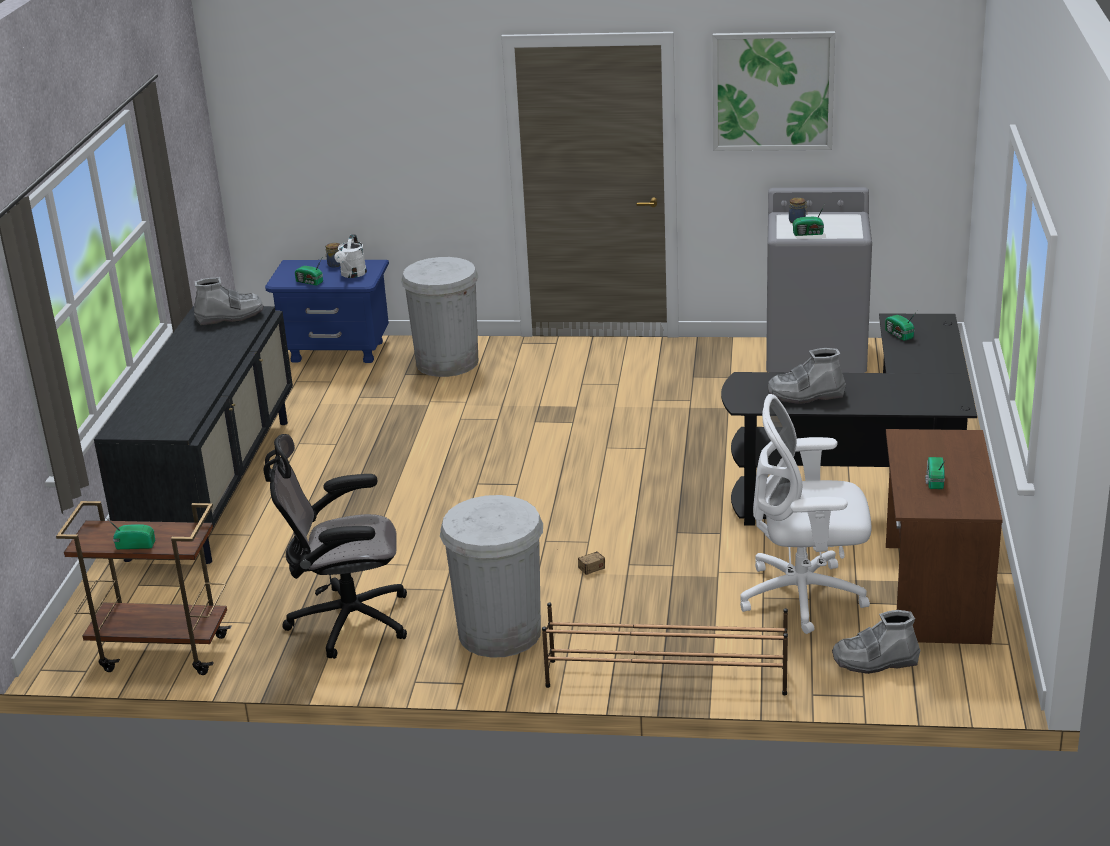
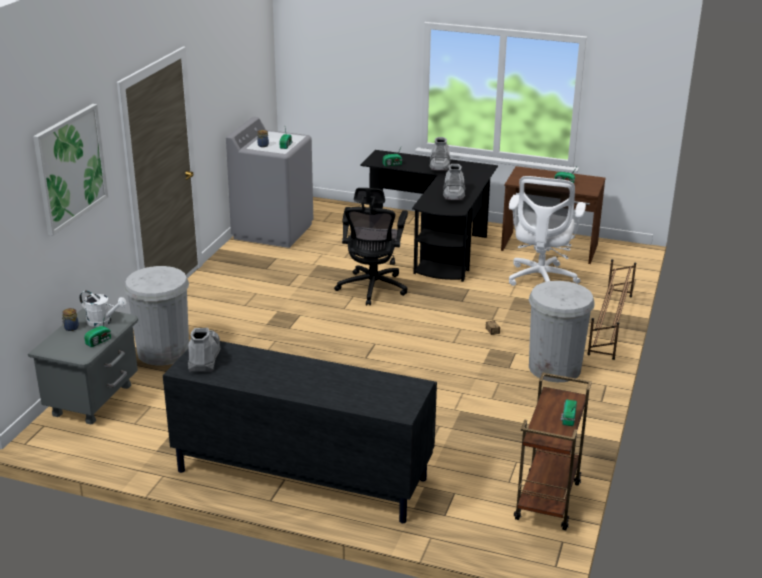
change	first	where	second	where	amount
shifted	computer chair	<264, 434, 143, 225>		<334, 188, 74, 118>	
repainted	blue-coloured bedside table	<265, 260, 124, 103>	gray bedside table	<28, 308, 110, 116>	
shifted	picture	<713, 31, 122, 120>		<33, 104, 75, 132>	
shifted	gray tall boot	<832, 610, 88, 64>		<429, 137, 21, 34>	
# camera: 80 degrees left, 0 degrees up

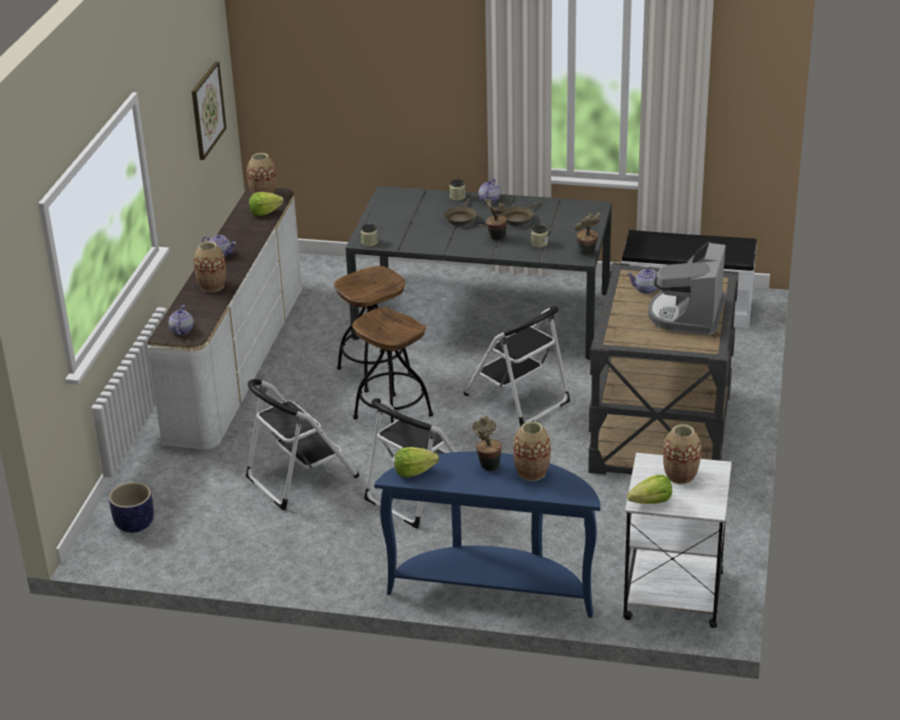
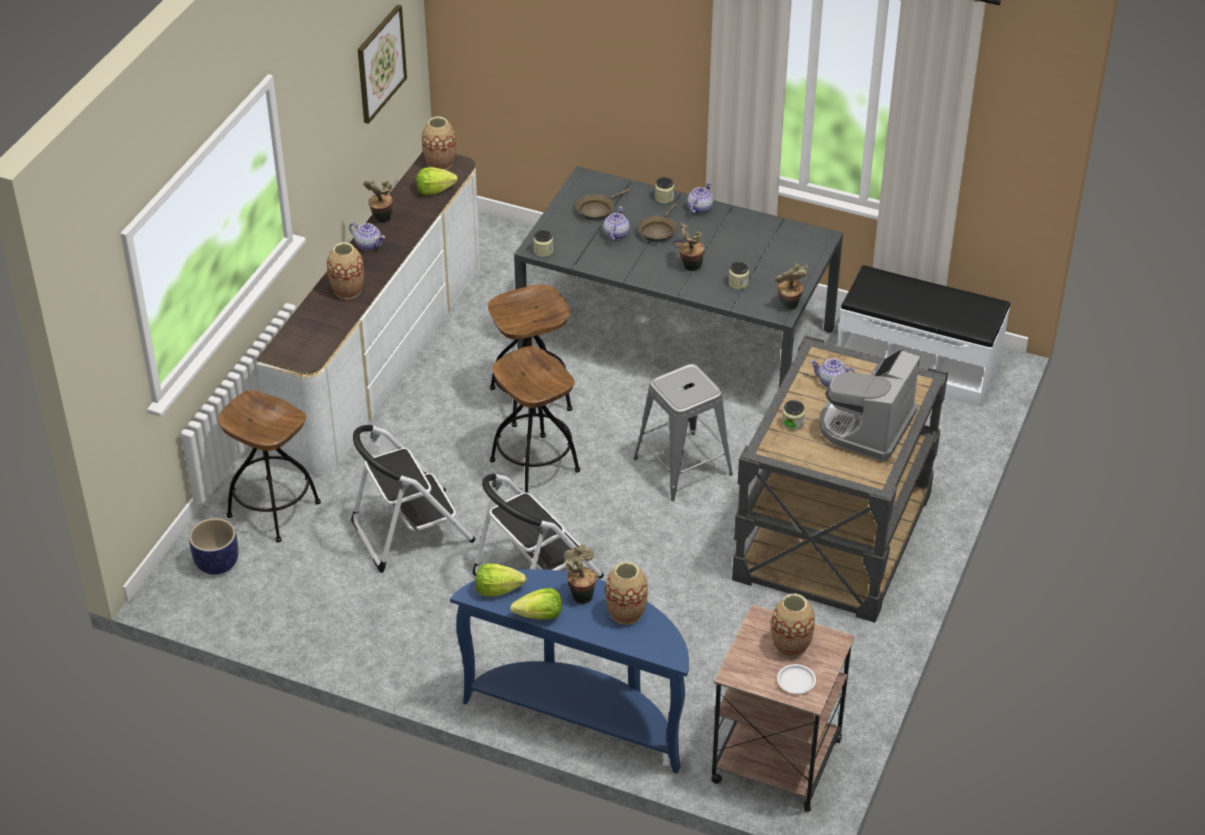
change	first	where	second	where	amount
shifted	pot for tea	<169, 305, 25, 30>		<603, 206, 27, 35>	
swapped	stepladder	<464, 306, 106, 121>	gray stool	<634, 364, 99, 137>	
shifted	brown-coloured frying pan	<501, 201, 39, 25>		<576, 188, 54, 33>	
repainted	white-coloured wheeled cart	<623, 453, 109, 175>	brown-coloured wheeled cart	<710, 605, 145, 207>	
shifted	lettuce head	<627, 475, 45, 29>		<510, 588, 52, 31>	
new			brown-coloured stool	<217, 390, 104, 152>	
new			plant in a pot	<363, 180, 30, 43>	
new			white-coloured plate	<777, 664, 39, 30>	
new			storage jar	<782, 400, 23, 30>	
# camera: 10 degrees right, 10 degrees up

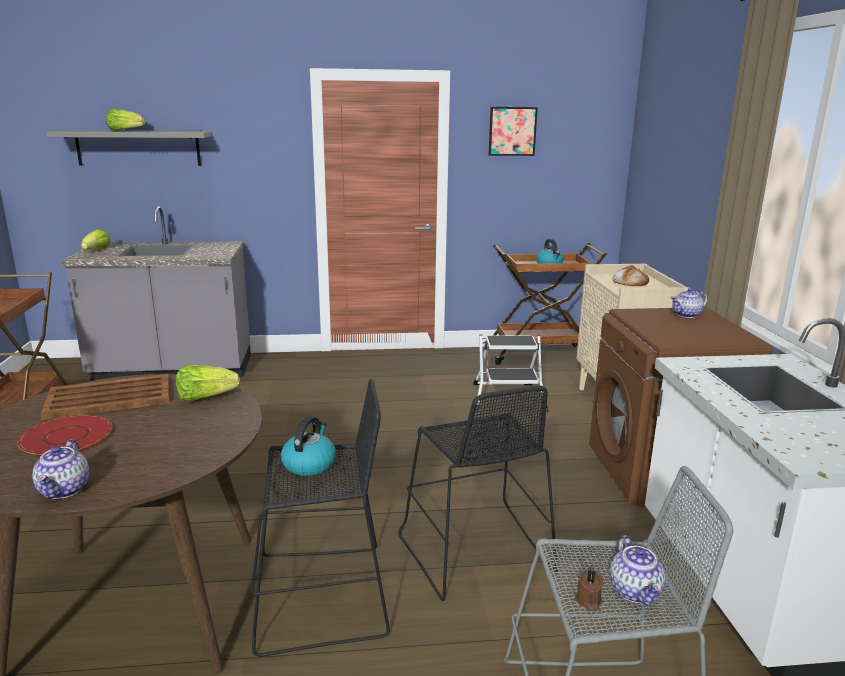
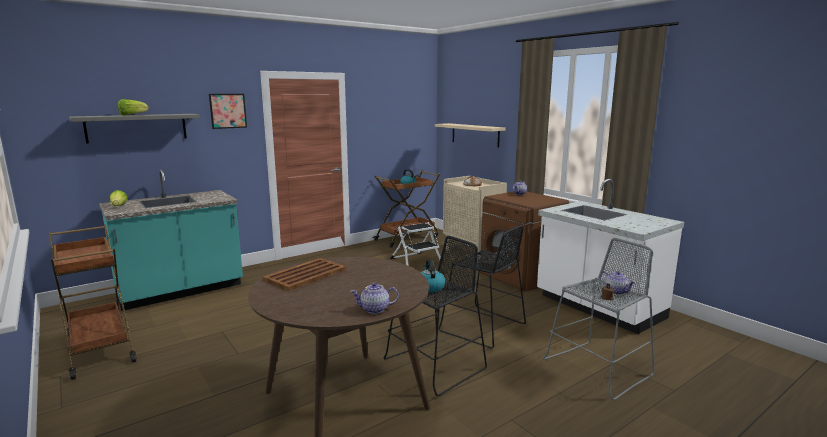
change	first	where	second	where	amount
gone	red-coloured plate	<17, 415, 95, 41>			
rotated	pot for tea	<32, 440, 57, 59>		<350, 283, 49, 31>	120 degrees clockwise
repainted	gray kitchen base unit	<61, 206, 190, 175>	turquoise-coloured kitchen base unit	<99, 169, 144, 142>	
gone	lettuce head	<176, 365, 64, 37>			
shifted	picture	<489, 107, 49, 49>		<209, 94, 38, 35>	
new			beige-coloured bracket shelf	<435, 123, 70, 25>	
# camera: 30 degrees left, 5 degrees down

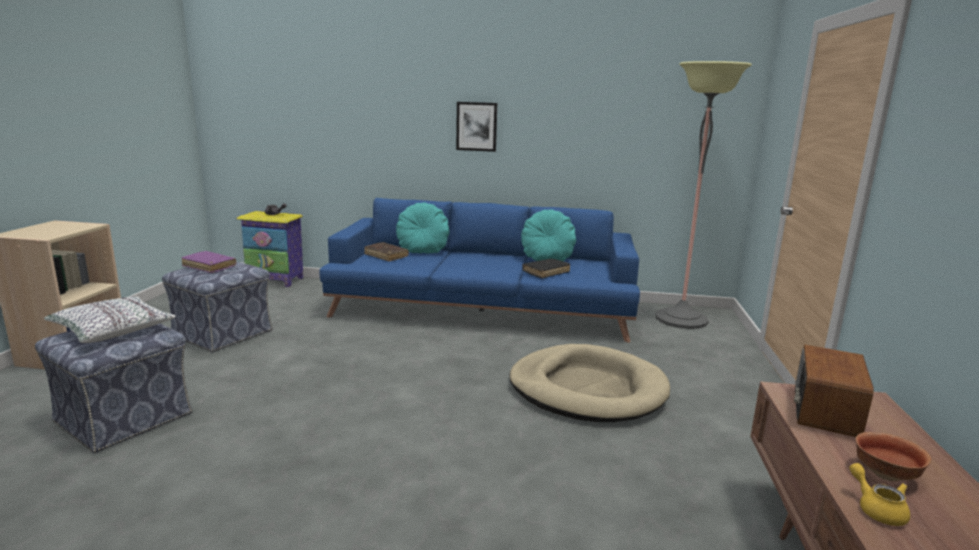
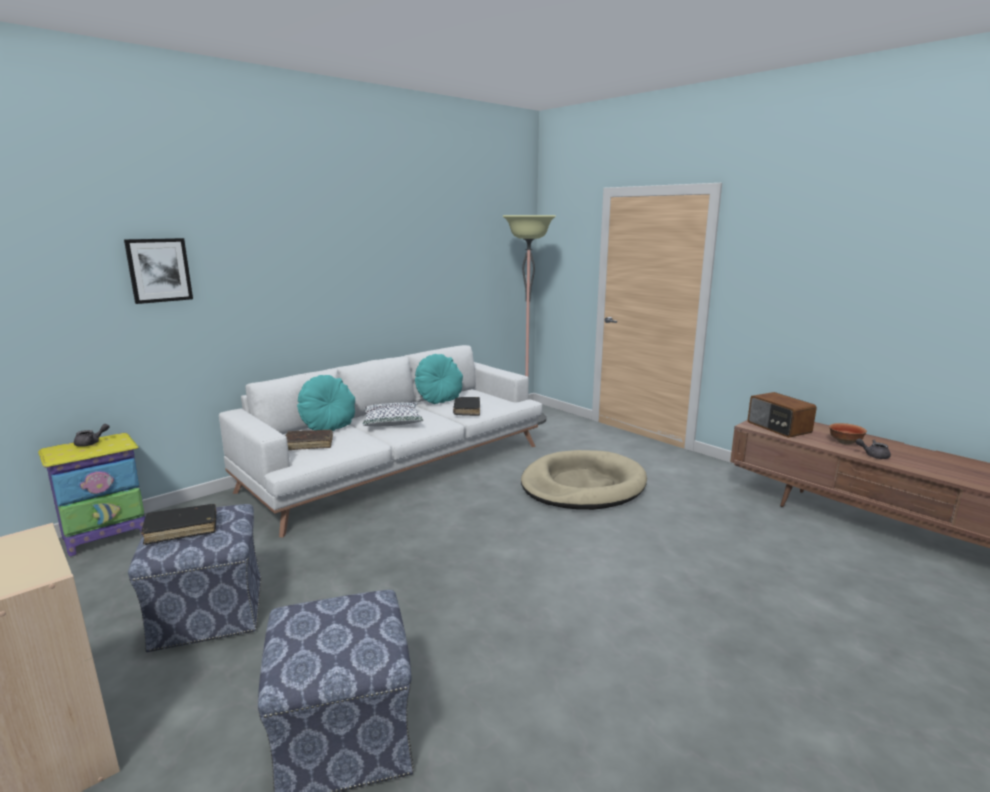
change	first	where	second	where	amount
shifted	white-coloured pillow	<44, 296, 131, 47>		<363, 402, 60, 24>	
repainted	purple-coloured bound book	<182, 251, 54, 22>	black bound book	<141, 504, 76, 41>	
repainted	blue-coloured settee	<319, 198, 321, 145>	white-coloured settee	<219, 345, 323, 192>	
shifted	picture	<456, 102, 41, 50>		<124, 238, 69, 66>	
repainted	yellow pot for tea	<849, 463, 61, 63>	gray pot for tea	<856, 438, 35, 21>	
# camera: 50 degrees left, 0 degrees up

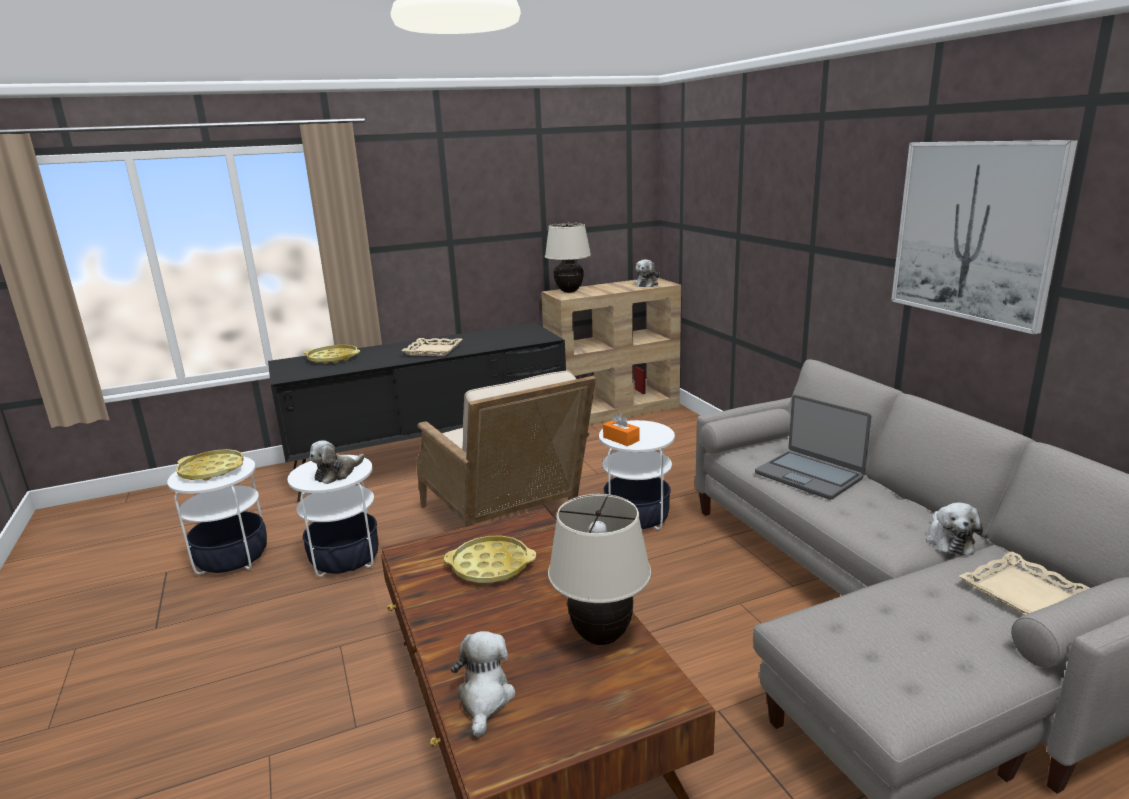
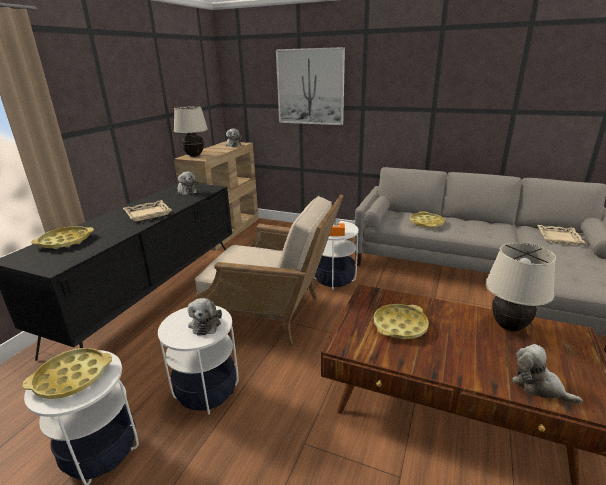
change	first	where	second	where	amount
swapped	notebook computer	<755, 395, 116, 105>	yellow carrying tray	<410, 211, 35, 17>	
shifted	picture	<891, 140, 187, 195>		<276, 47, 69, 78>	
shifted	soft toy	<926, 502, 57, 53>		<177, 172, 21, 23>	
# camera: 45 degrees left, 5 degrees up

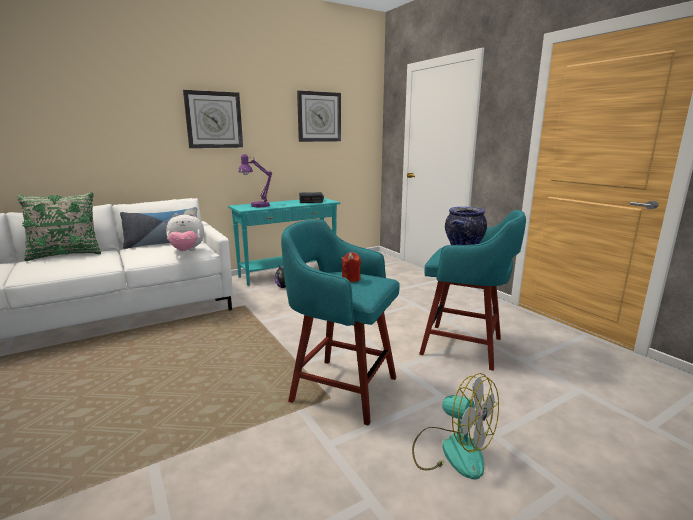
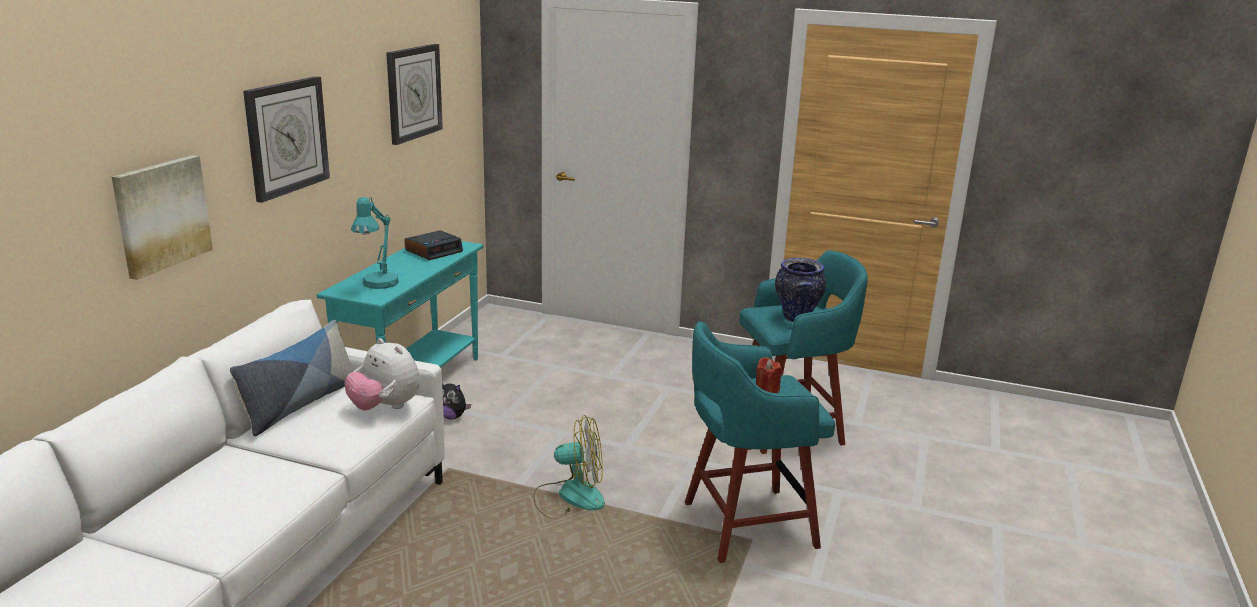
change	first	where	second	where	amount
gone	greenish pillow	<17, 192, 84, 69>			
rotated	soft toy	<166, 213, 38, 38>		<345, 338, 75, 72>	90 degrees clockwise
repainted	purple-coloured table lamp	<238, 154, 35, 53>	turquoise-coloured table lamp	<351, 197, 48, 92>	
shifted	fan	<412, 373, 87, 106>		<534, 415, 71, 104>	
new			picture	<112, 155, 101, 125>	
# camera: 40 degrees left, 5 degrees up

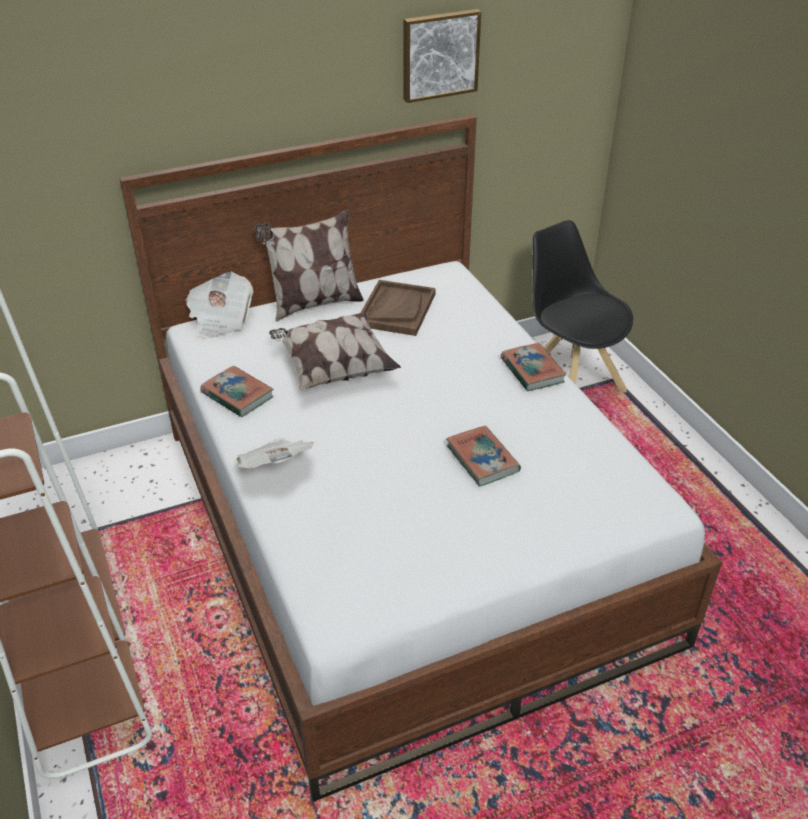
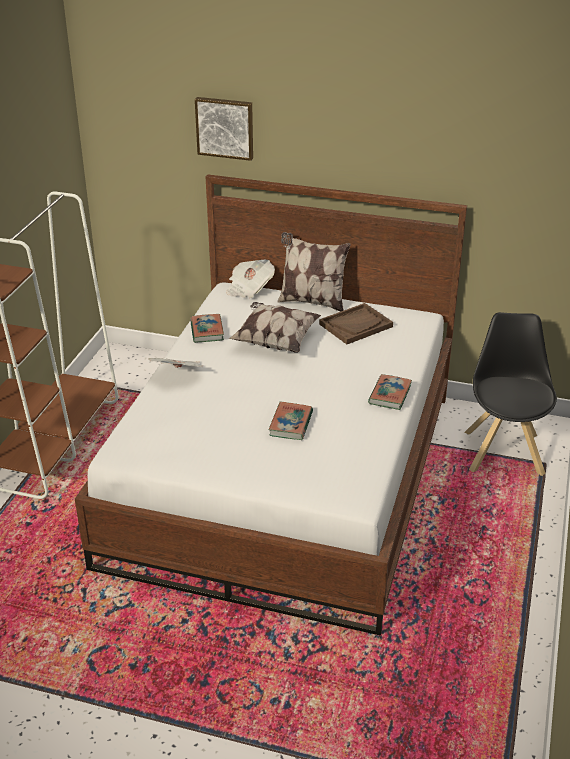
change	first	where	second	where	amount
shifted	picture	<403, 9, 78, 94>		<195, 97, 58, 64>	
# camera: 40 degrees right, 5 degrees down

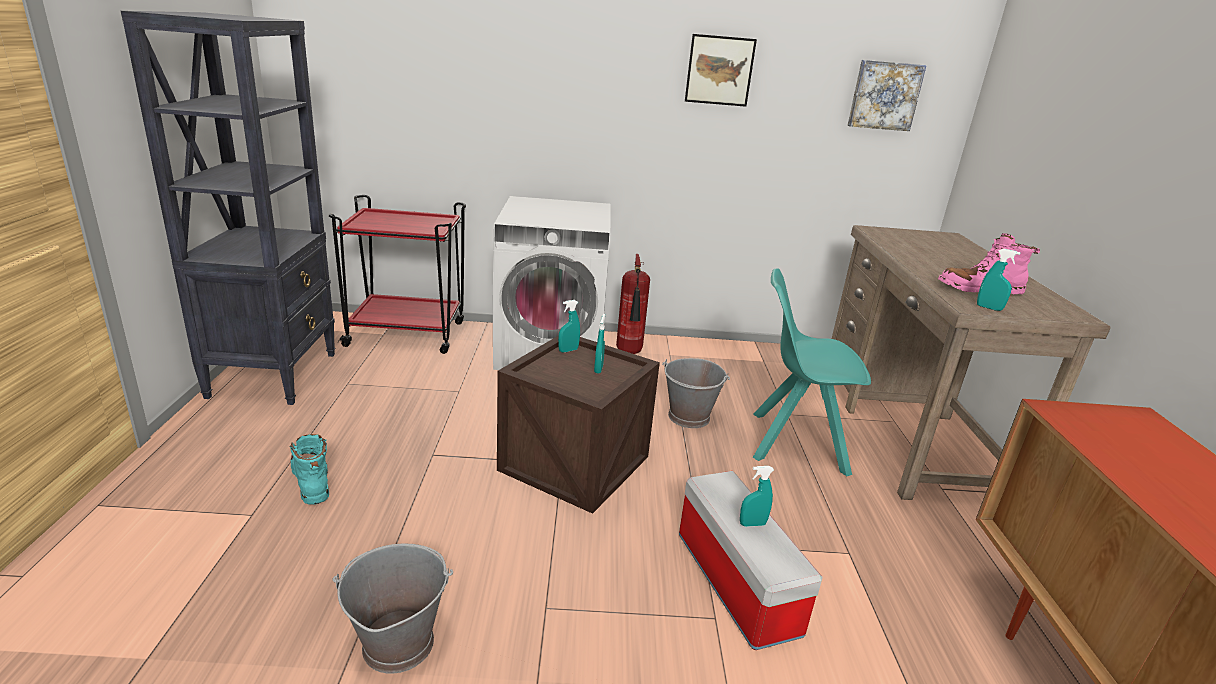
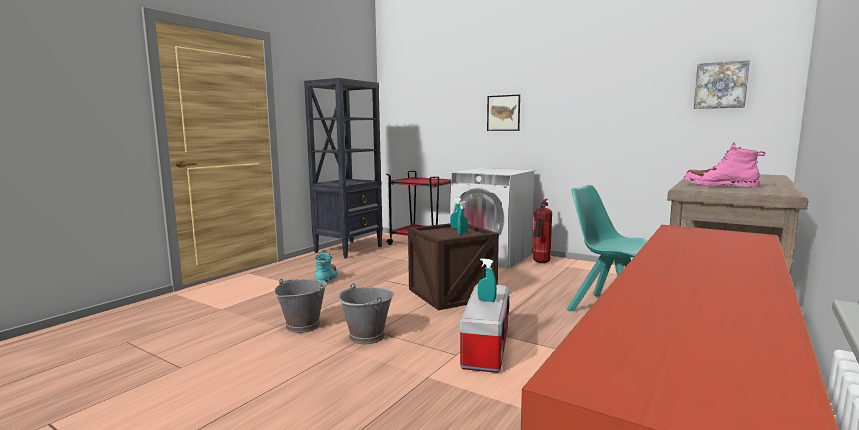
change	first	where	second	where	amount
shifted	gray pail	<662, 358, 68, 70>		<338, 283, 56, 61>	
shifted	picture	<685, 34, 72, 73>		<487, 94, 33, 37>	
gone	turquoise-coloured sprayer	<977, 249, 44, 62>			
# camera: 35 degrees right, 15 degrees down

